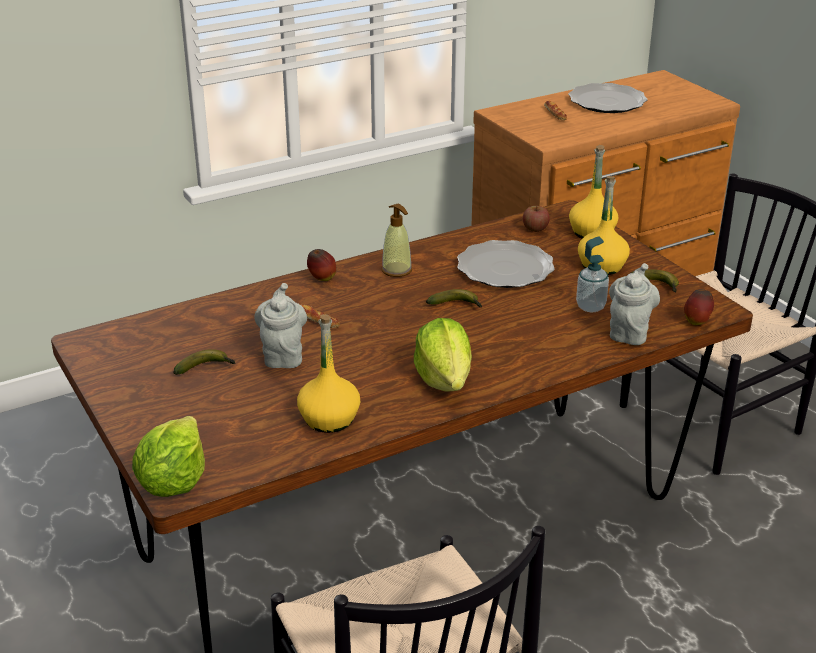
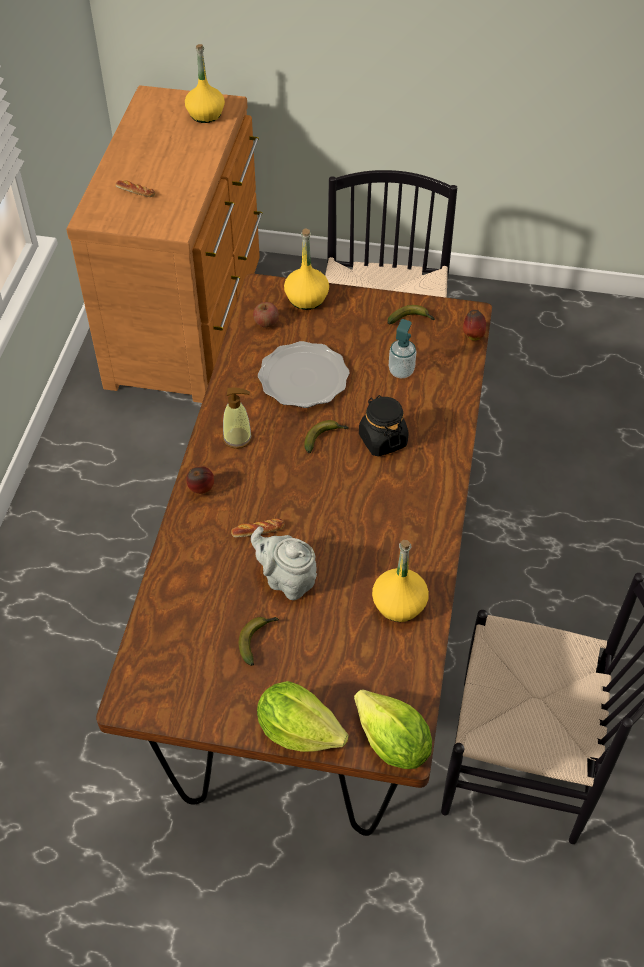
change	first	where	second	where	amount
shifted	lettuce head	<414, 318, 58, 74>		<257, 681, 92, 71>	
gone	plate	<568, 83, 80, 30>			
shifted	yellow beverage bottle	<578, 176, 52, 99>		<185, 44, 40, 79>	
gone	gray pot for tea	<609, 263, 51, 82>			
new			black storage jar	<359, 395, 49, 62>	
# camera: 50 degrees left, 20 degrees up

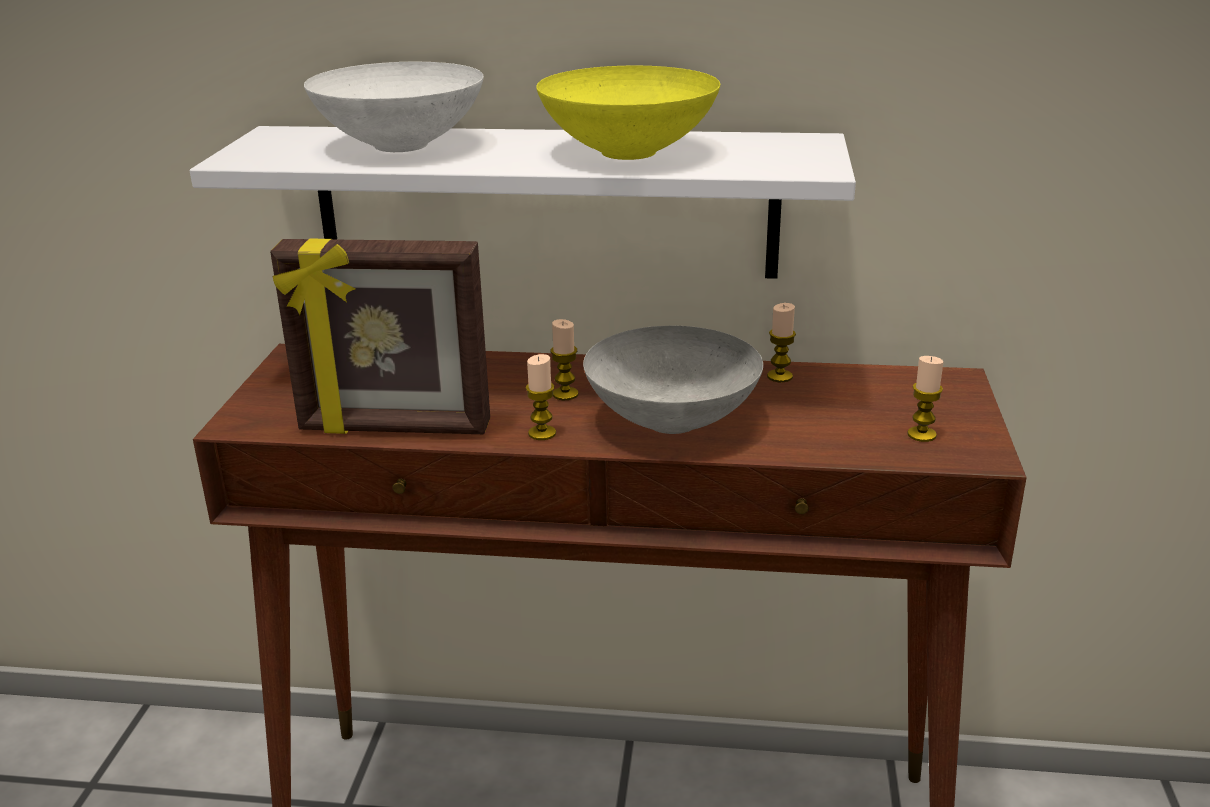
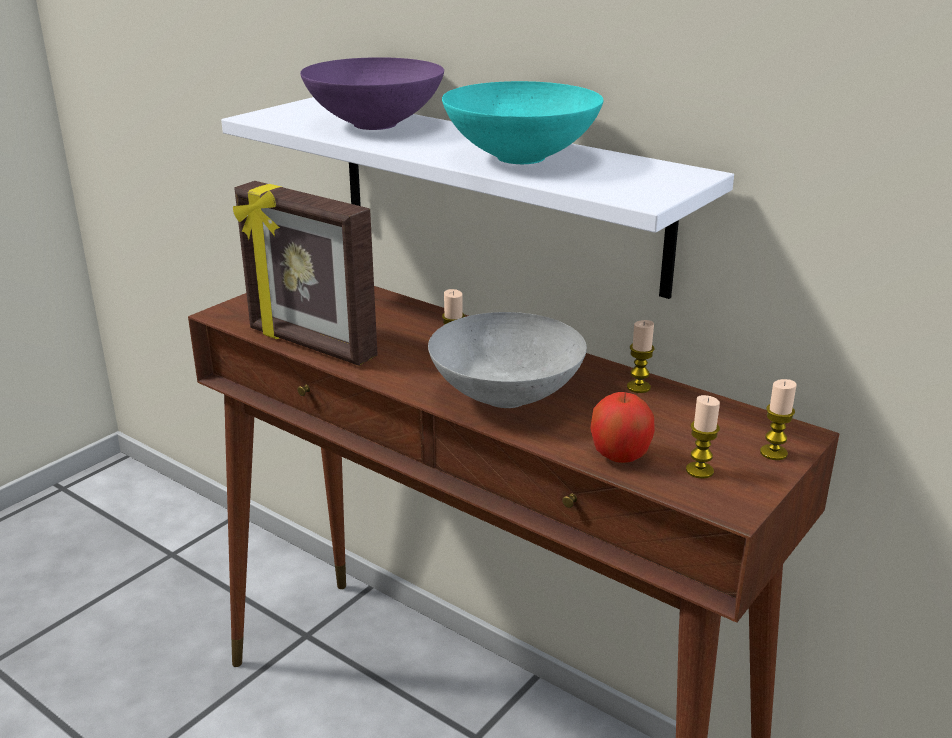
change	first	where	second	where	amount
repainted	white-coloured bowl	<304, 62, 180, 90>	purple-coloured bowl	<300, 57, 144, 73>	
shifted	candle	<525, 354, 31, 86>		<760, 379, 37, 81>	
repainted	yellow bowl	<536, 66, 184, 94>	turquoise-coloured bowl	<442, 81, 162, 83>	
new			whole apple	<590, 392, 65, 71>	
# camera: 30 degrees right, 0 degrees up

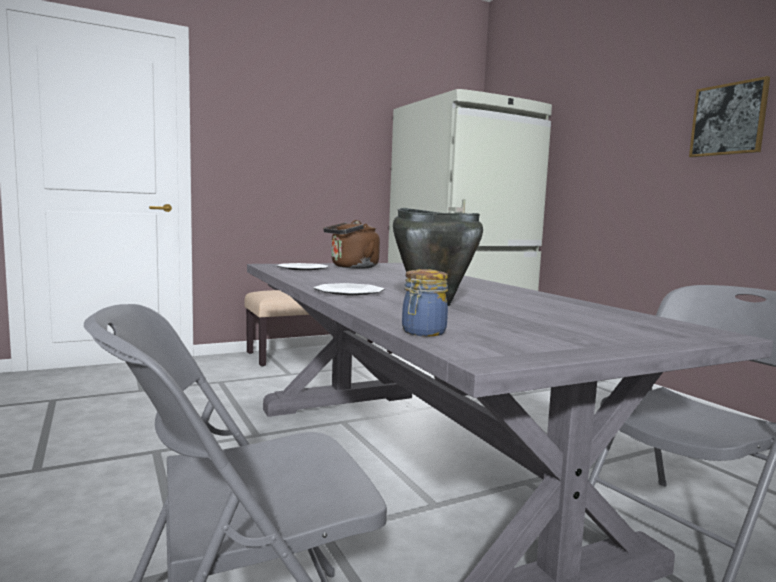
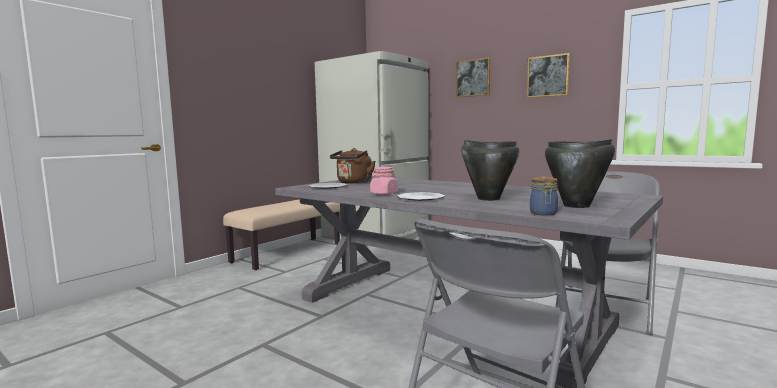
change	first	where	second	where	amount
new			pink storage jar	<370, 167, 28, 28>	
new			picture	<456, 57, 34, 41>	
new			black cooking pot	<545, 139, 70, 69>	
# camera: 25 degrees left, 0 degrees up

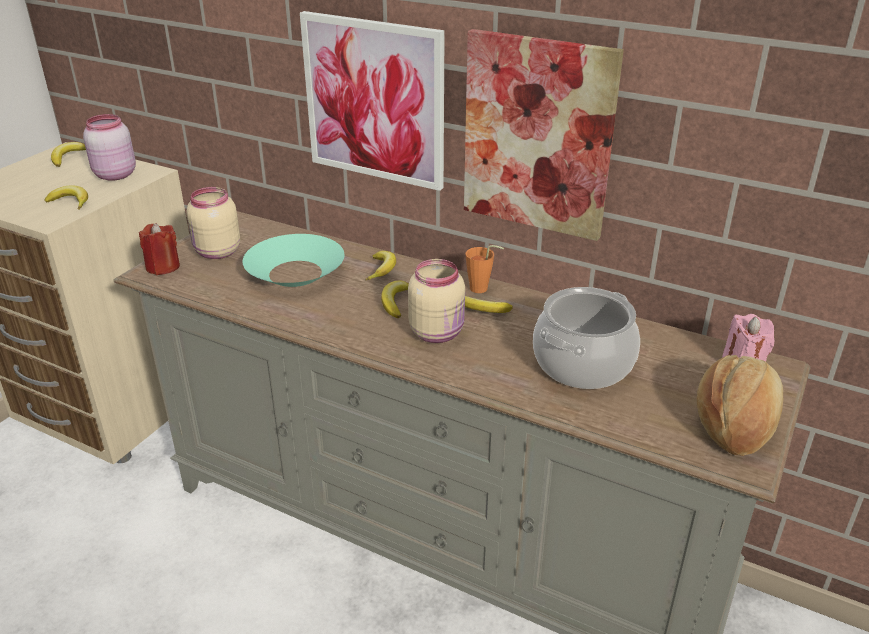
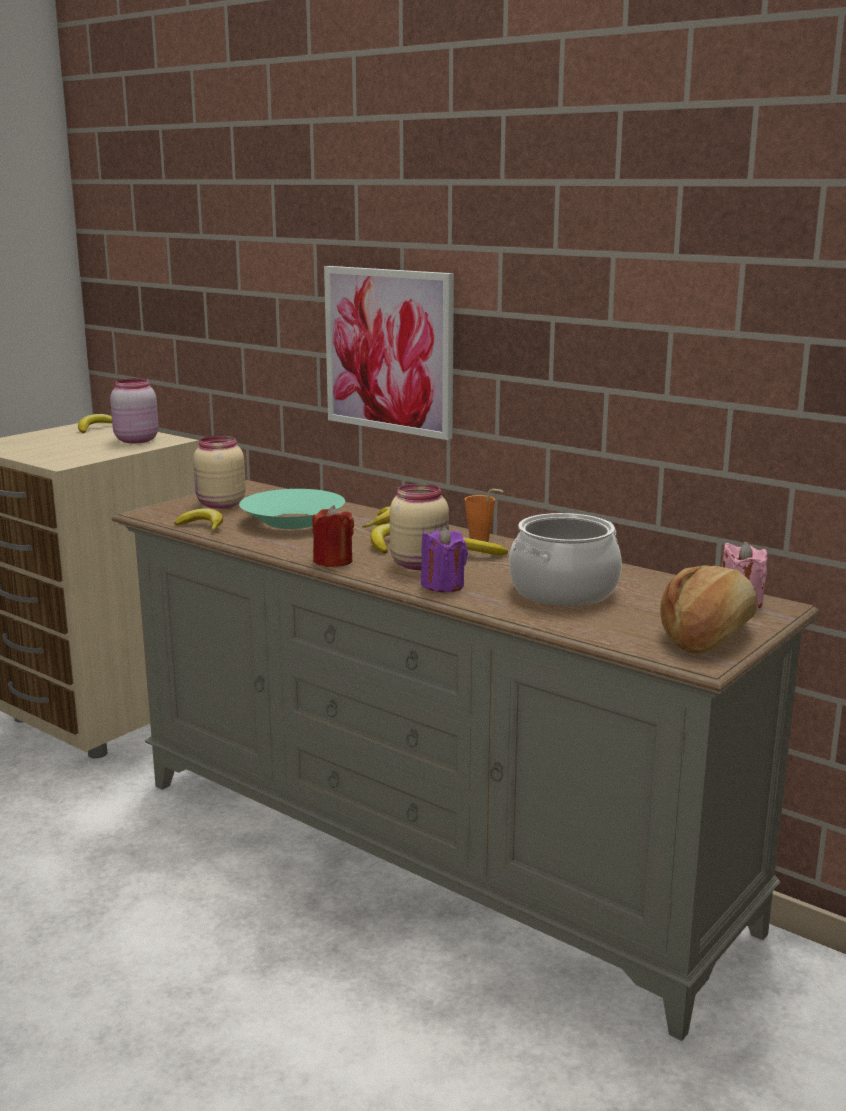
change	first	where	second	where	amount
shifted	whole banana	<44, 185, 44, 24>		<174, 508, 49, 24>	
shifted	red-coloured candle	<139, 223, 41, 52>		<312, 505, 42, 62>	
gone	picture	<464, 29, 160, 212>			
new			purple-coloured candle	<421, 527, 47, 65>	
# camera: 10 degrees right, 15 degrees down

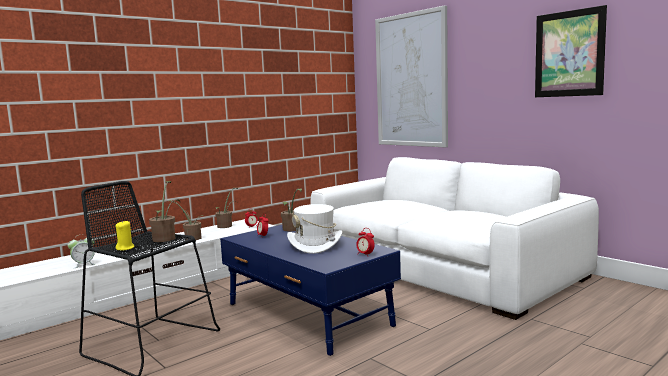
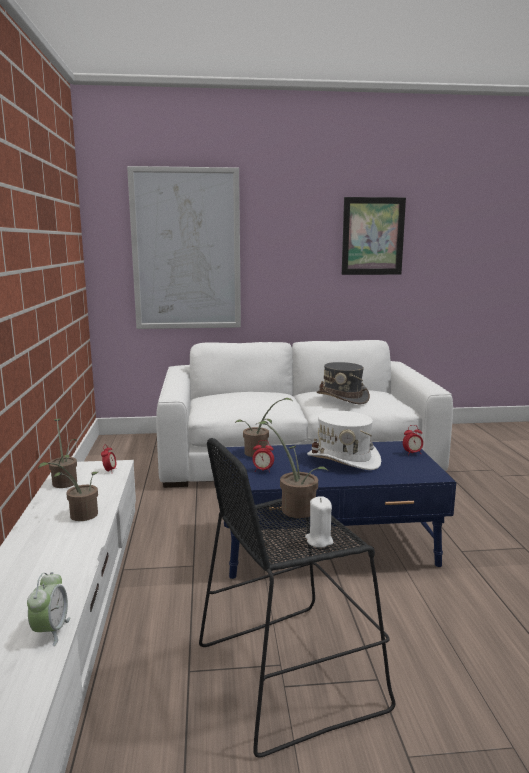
change	first	where	second	where	amount
repainted	yellow candle	<115, 220, 19, 31>	white-coloured candle	<305, 496, 28, 52>	
new			gray wearable hat	<317, 362, 53, 42>	
# camera: 55 degrees left, 5 degrees up

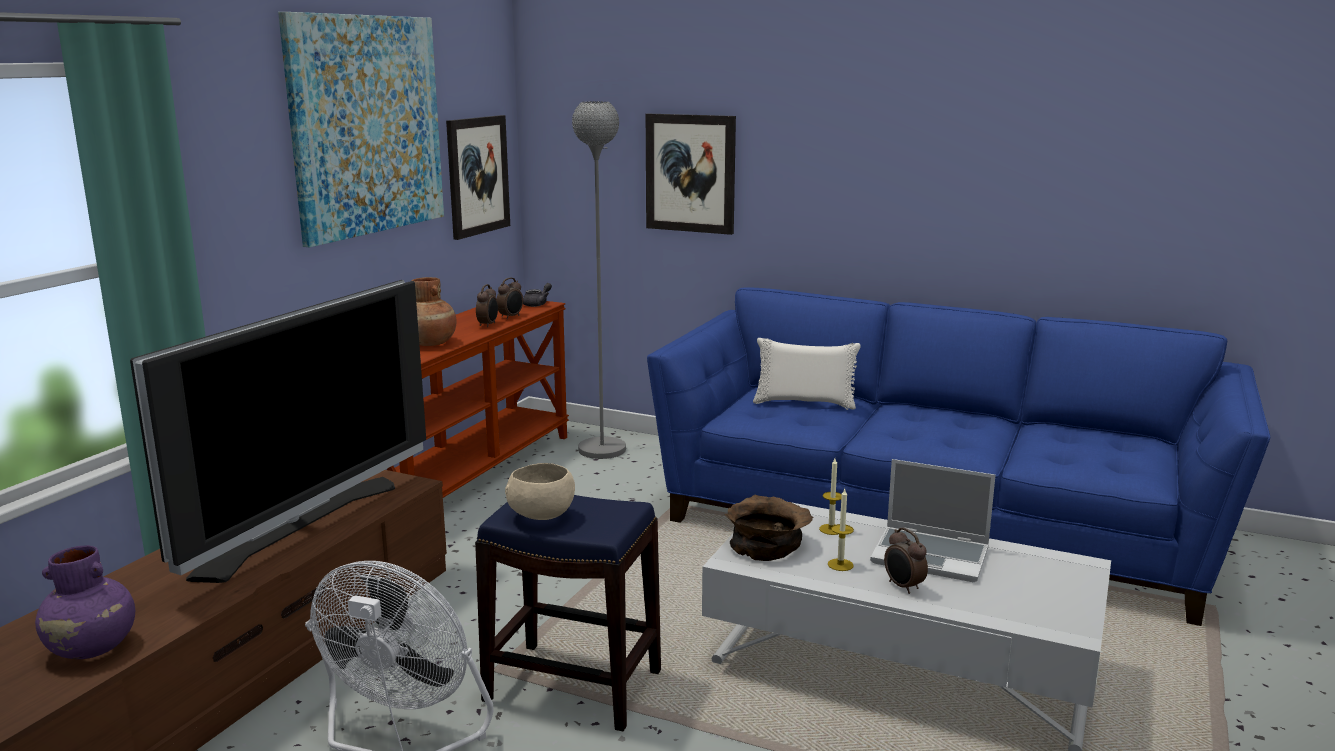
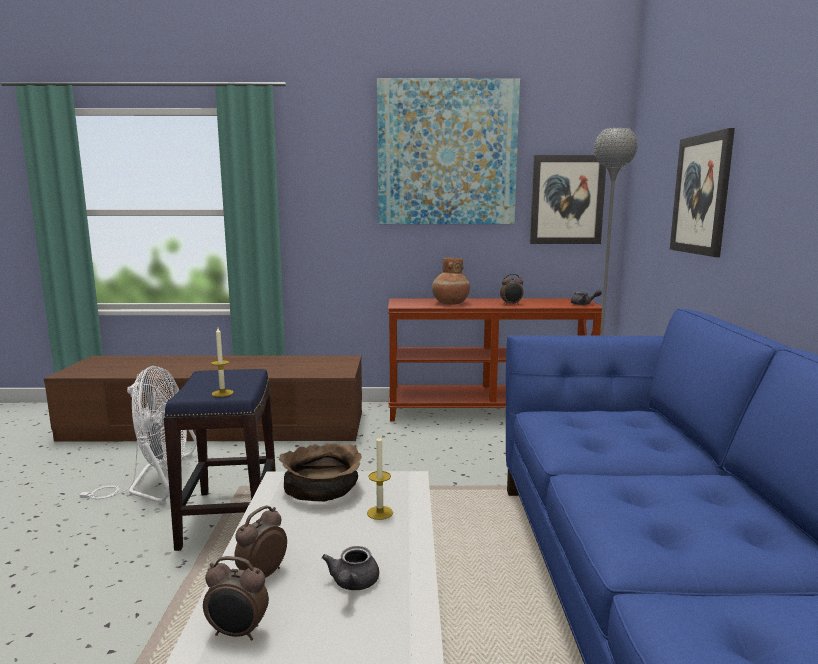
change	first	where	second	where	amount
gone	purple-coloured decorative vase	<35, 545, 100, 114>			
gone	television	<130, 280, 296, 303>			
shifted	table clock	<497, 277, 26, 42>		<203, 556, 66, 84>	
gone	beige-coloured bowl	<505, 463, 70, 57>			
gone	white-coloured pillow	<753, 338, 108, 72>			
shifted	candle	<828, 489, 26, 82>		<211, 328, 23, 69>	
swapped	notebook computer	<870, 459, 125, 123>	gray pot for tea	<322, 546, 57, 44>	
# camera: 65 degrees right, 5 degrees down

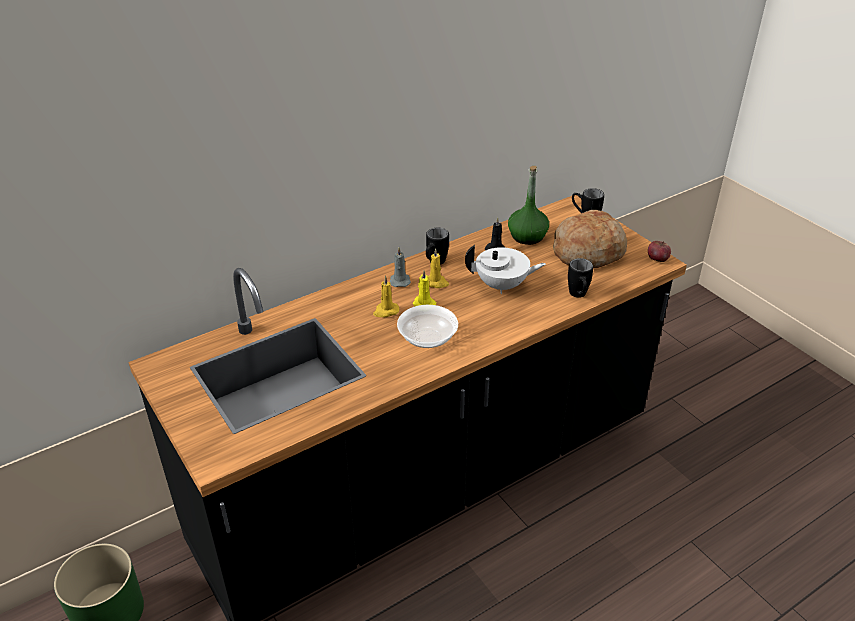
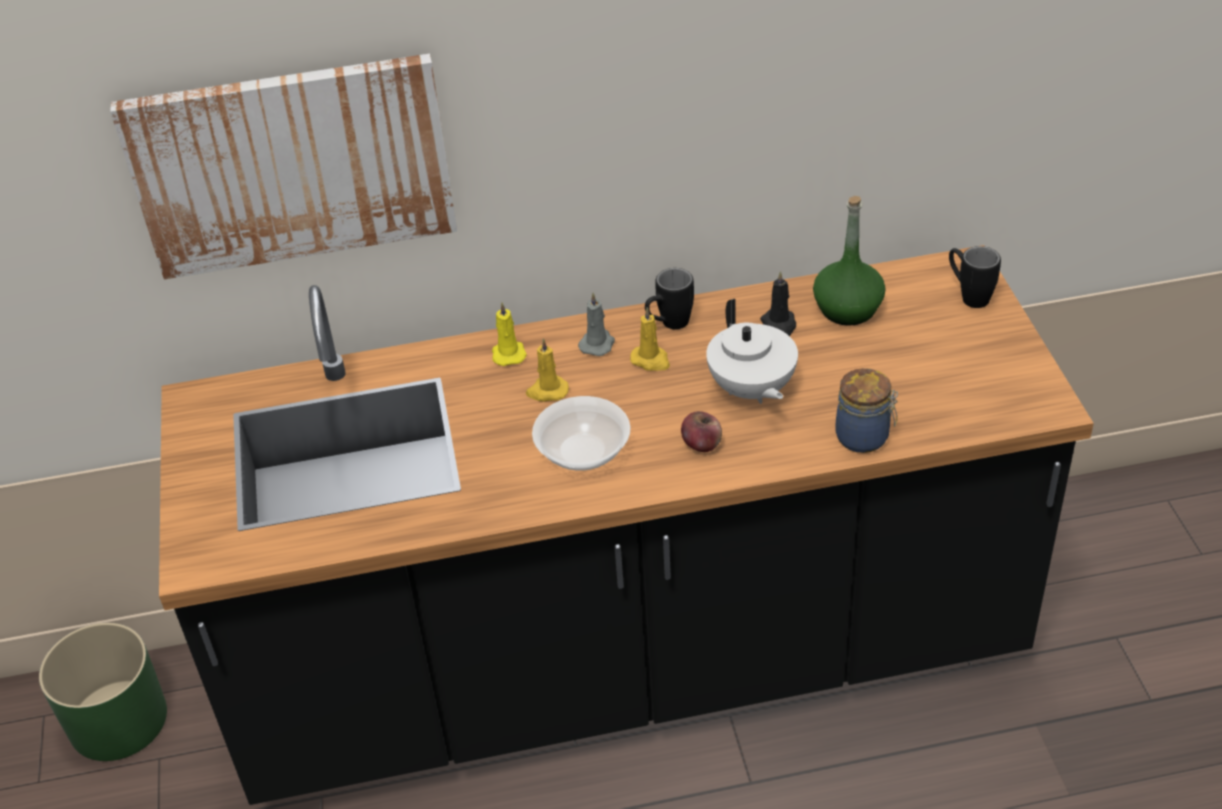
change	first	where	second	where	amount
shifted	yellow candle	<413, 271, 23, 35>		<492, 302, 35, 64>	
rotated	white-coloured pot for tea	<465, 245, 81, 49>		<706, 299, 92, 105>	45 degrees clockwise
gone	baked bread	<553, 210, 74, 58>			
swapped	black tea mug	<568, 258, 25, 40>	storage jar	<835, 368, 63, 85>	
shifted	whole apple	<648, 241, 23, 21>		<681, 411, 41, 41>	
new			picture	<110, 54, 347, 226>	
# camera: 25 degrees right, 5 degrees up

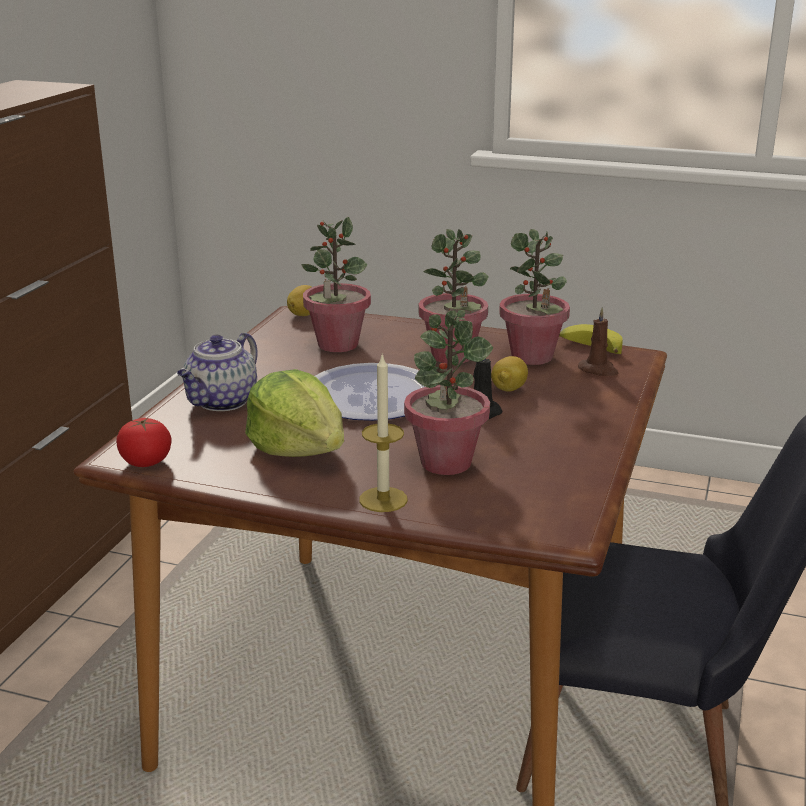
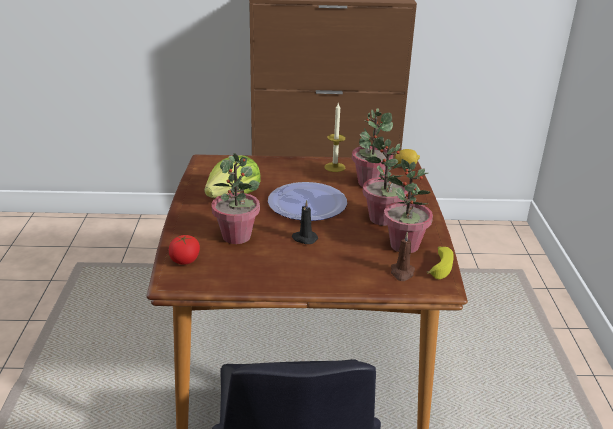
change	first	where	second	where	amount
shifted	tomato	<116, 417, 55, 50>		<169, 235, 31, 30>	
gone	pot for tea	<177, 333, 81, 78>			
shifted	candle	<359, 354, 49, 158>		<325, 102, 21, 70>	
gone	whole lemon	<491, 356, 37, 36>			
# camera: 70 degrees right, 5 degrees up

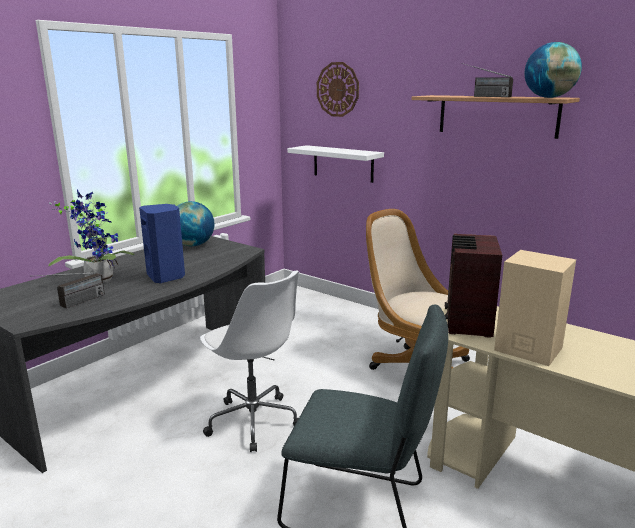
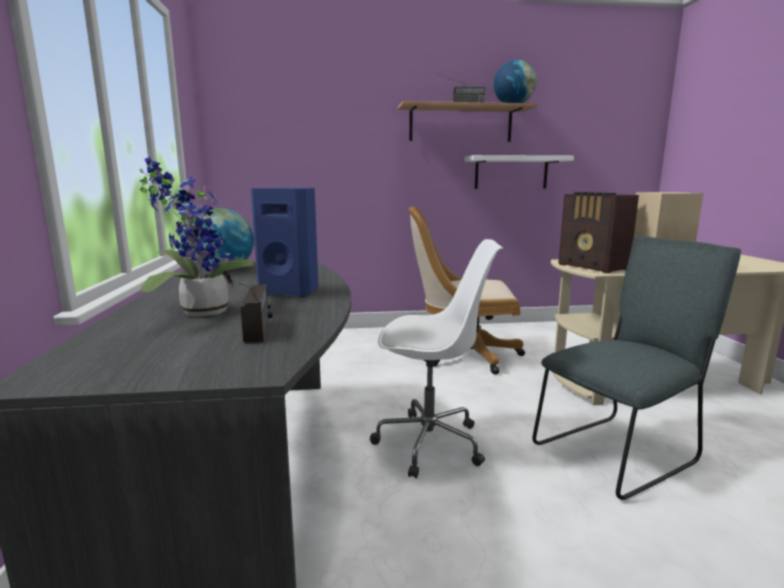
change	first	where	second	where	amount
shifted	white-coloured bracket shelf	<287, 145, 97, 38>		<465, 155, 109, 34>	
gone	clock on the wall	<317, 62, 42, 55>			
# camera: 45 degrees left, 5 degrees down

